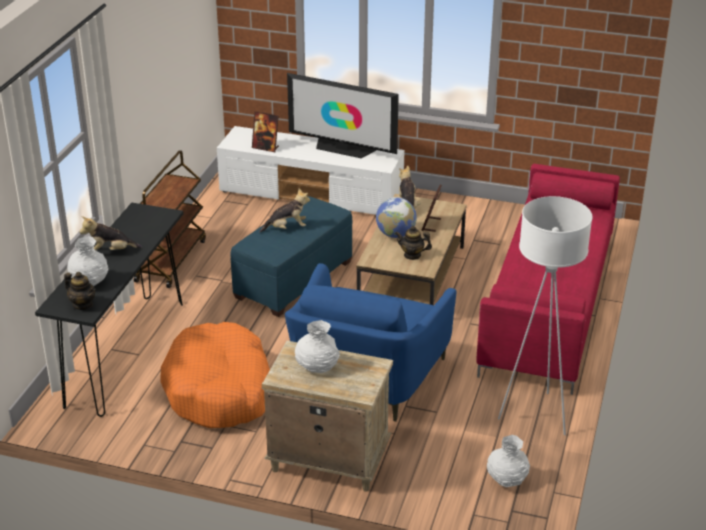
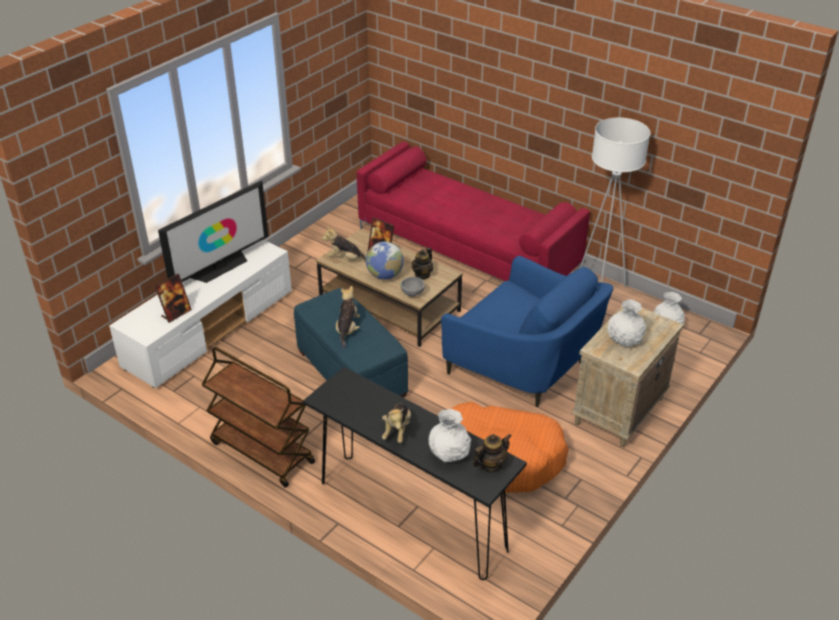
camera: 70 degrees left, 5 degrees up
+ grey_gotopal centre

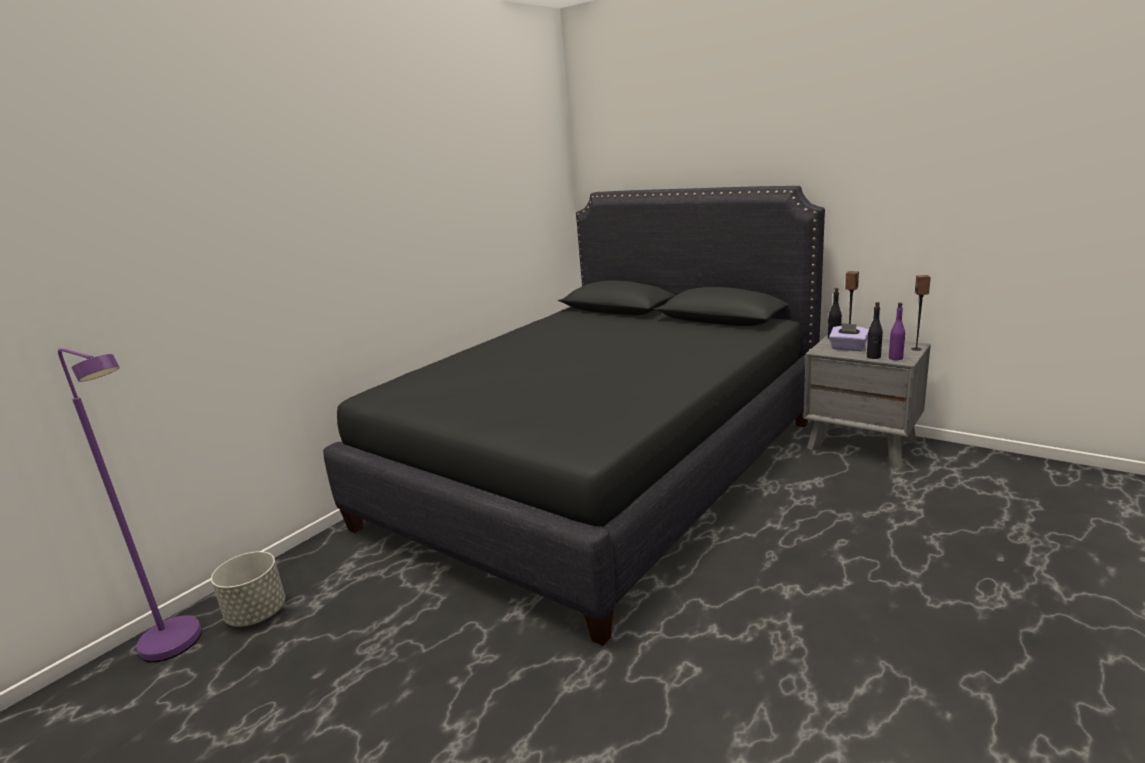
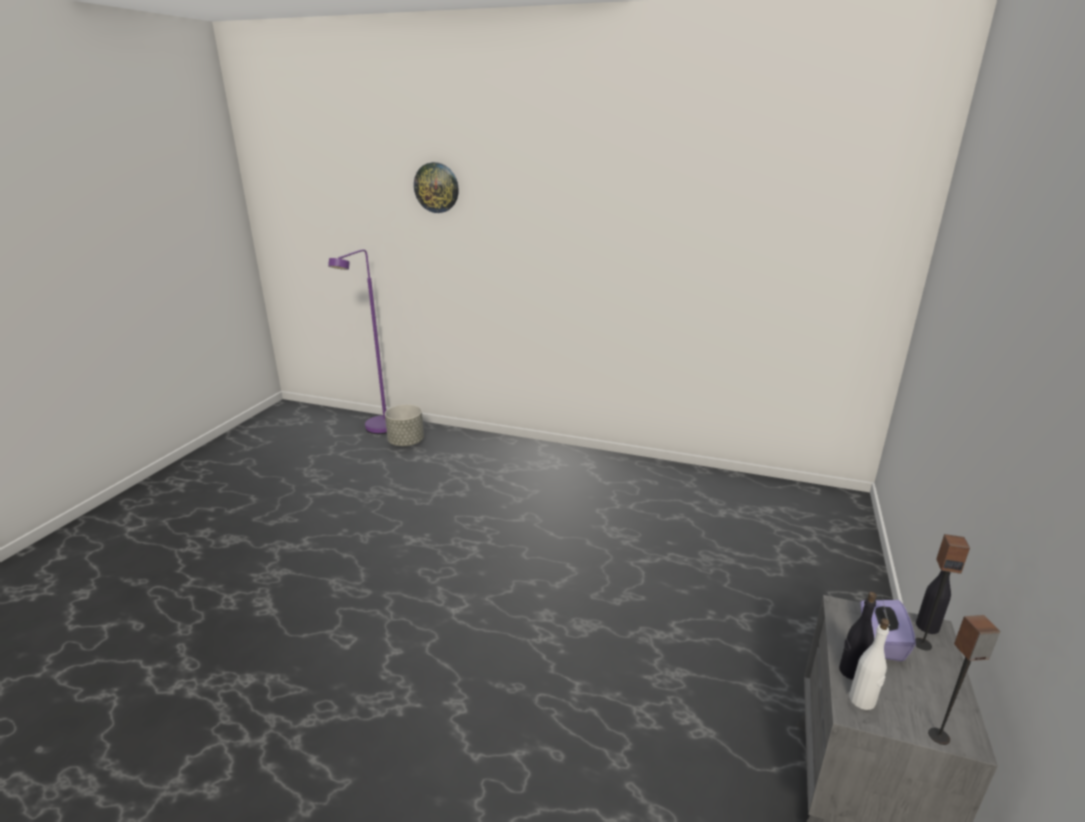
camera: 70 degrees right, 5 degrees up
- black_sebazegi centre
+ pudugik top centre
~ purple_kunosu middle right to white_kunosu bottom right

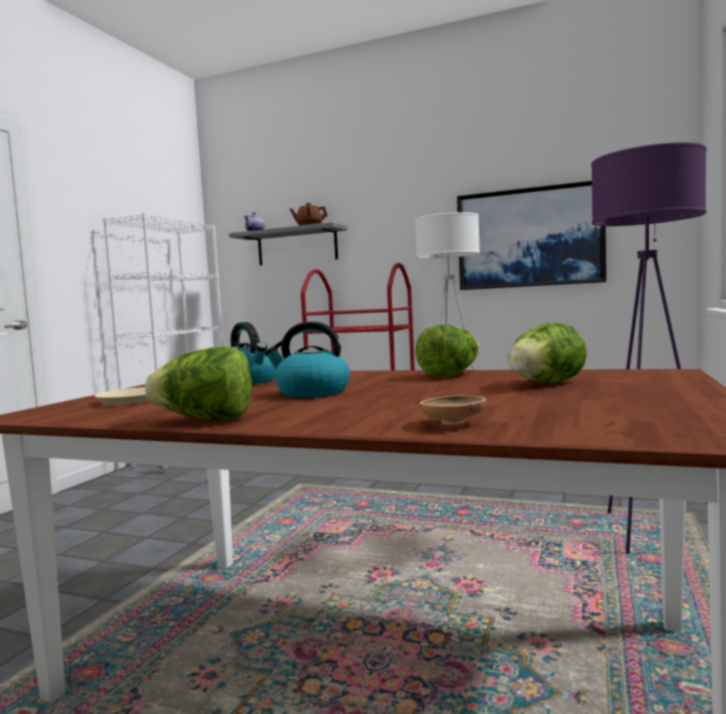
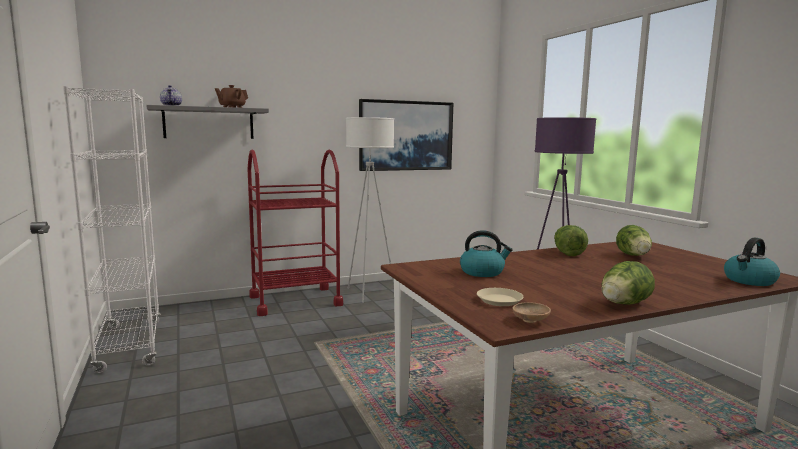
camera: 45 degrees left, 5 degrees up
~ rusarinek (no. 2 from left) centre to middle right
~ brown_gotopal centre to bottom right

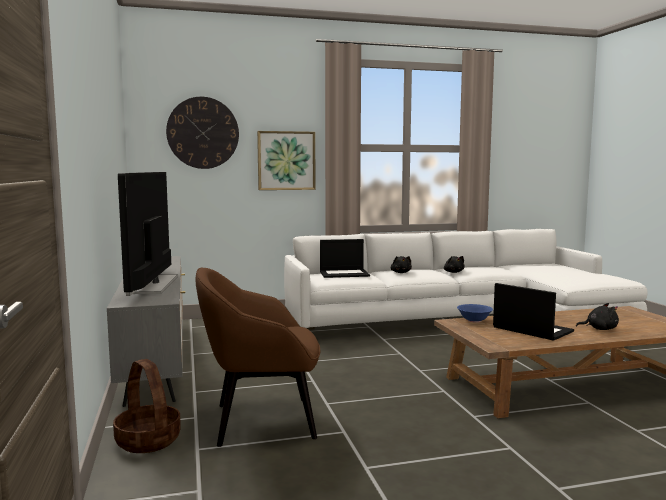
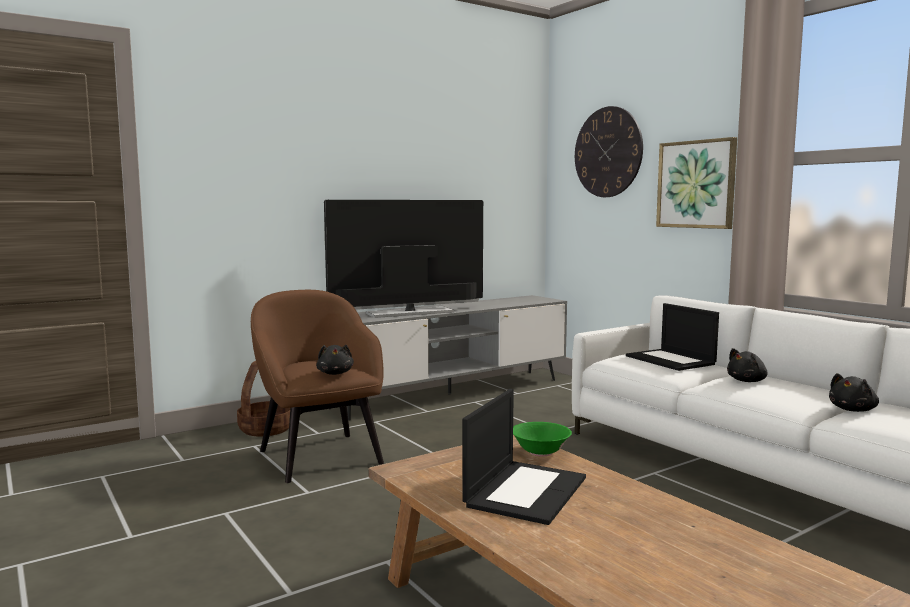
camera: 70 degrees right, 0 degrees up
~ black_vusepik (no. 3 from left in the first image) middle right to black_vusepik (no. 1 from left) centre
~ blue_gotopal middle right to green_gotopal bottom centre

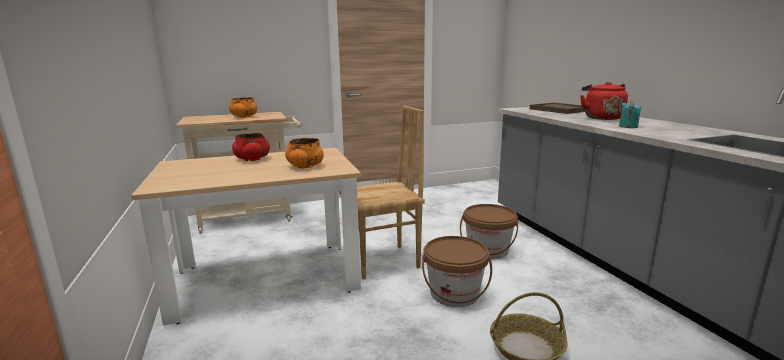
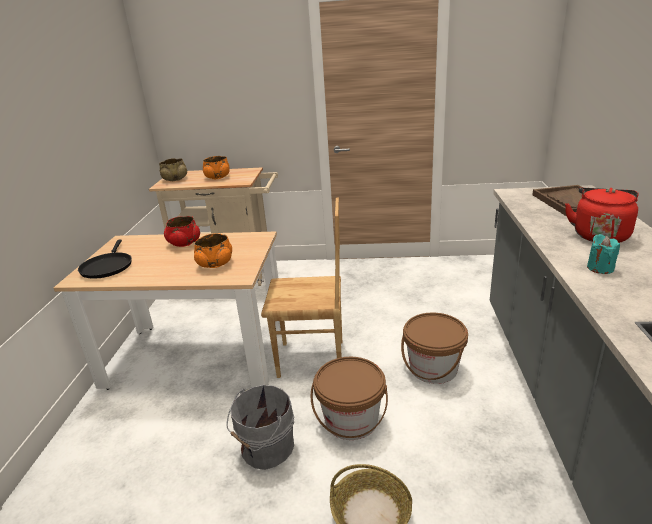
camera: 25 degrees right, 10 degrees up
+ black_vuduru middle left
+ beige_gotopal top left
+ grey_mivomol bottom centre

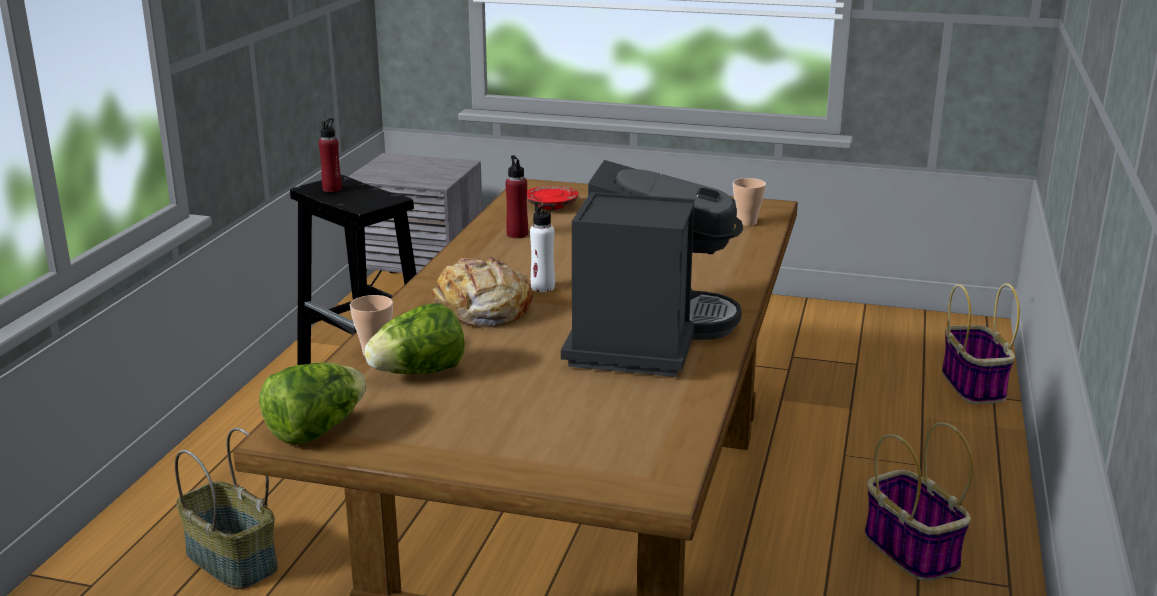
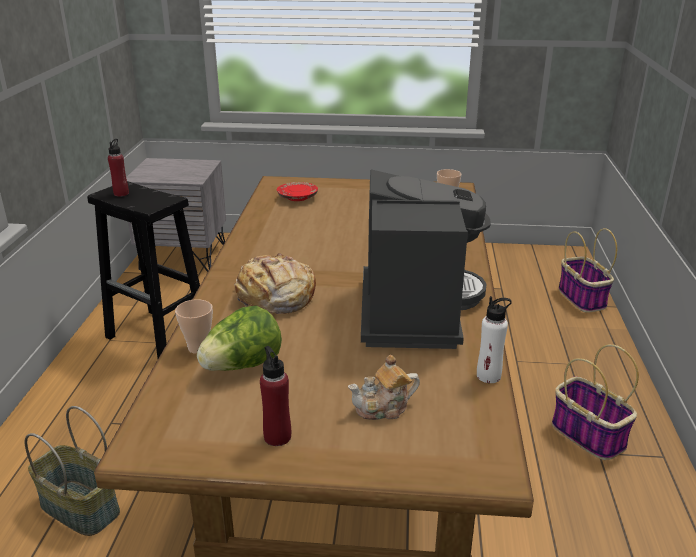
camera: 10 degrees left, 5 degrees up
- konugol (no. 1 from left) bottom left
+ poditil bottom centre
~ red_kunosu (no. 2 from left) top centre to bottom centre
~ white_kunosu centre to middle right

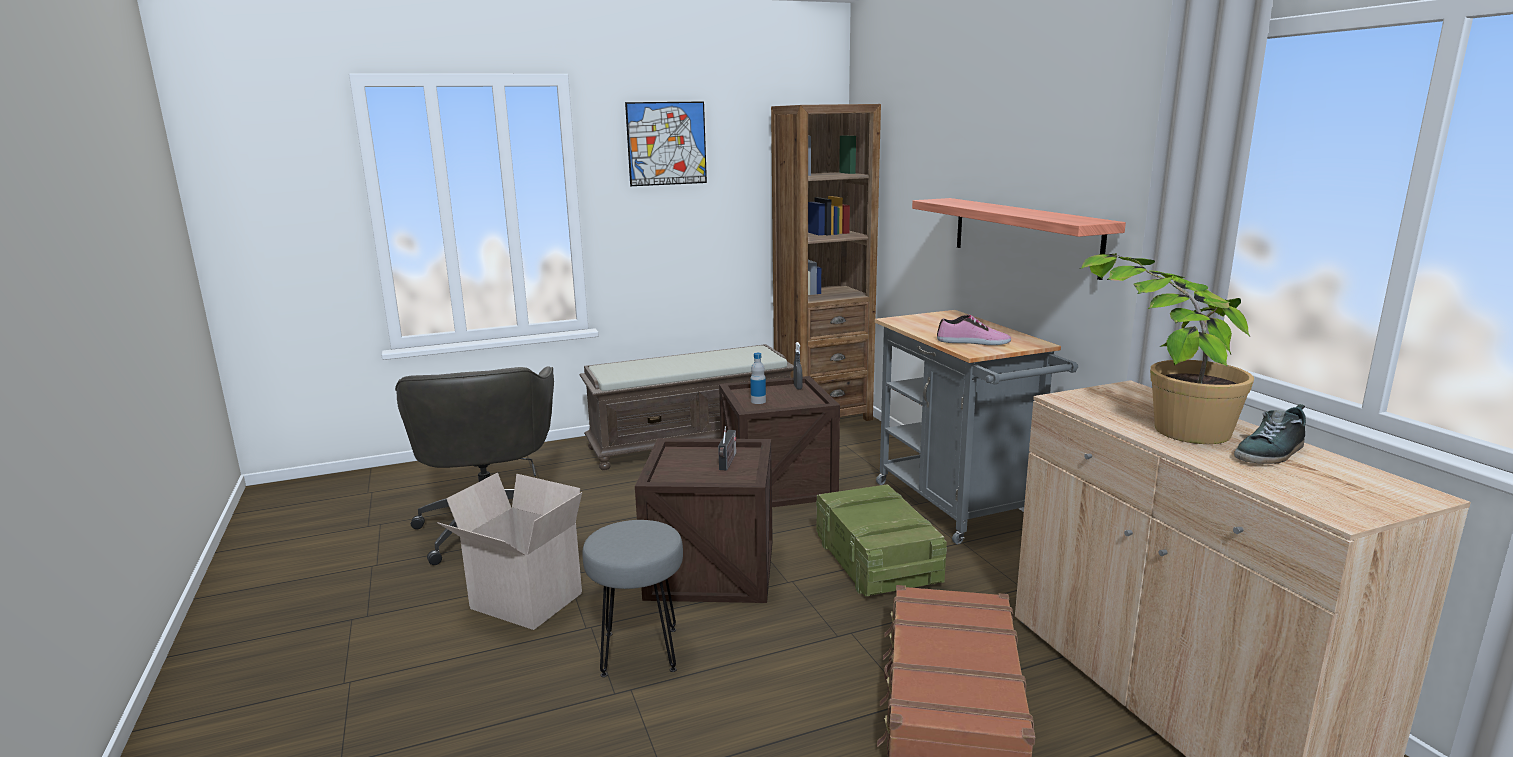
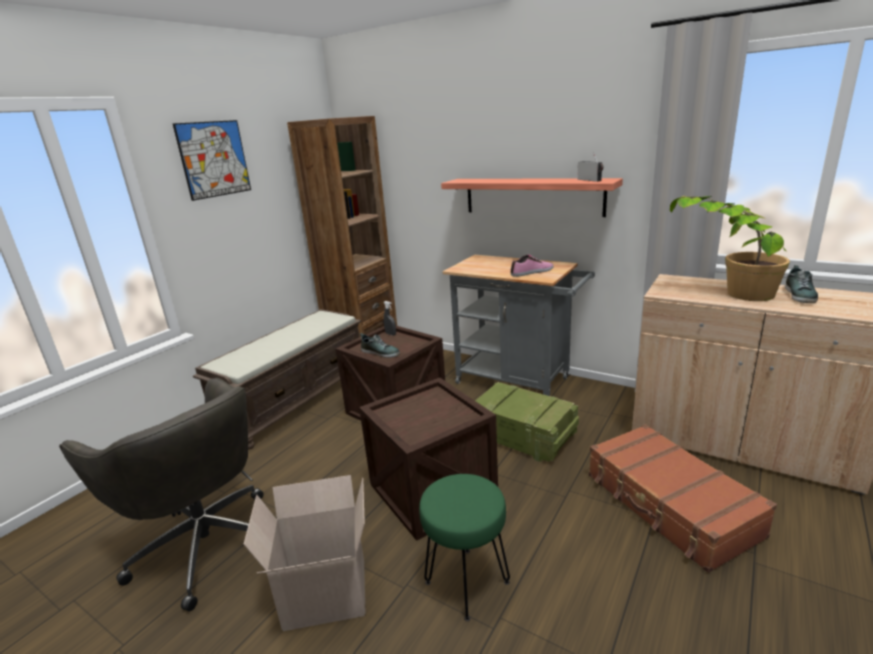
camera: 35 degrees left, 5 degrees up
~ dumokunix centre to top right
~ kunosu centre to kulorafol (no. 1 from left) centre
~ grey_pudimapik bottom centre to green_pudimapik bottom centre

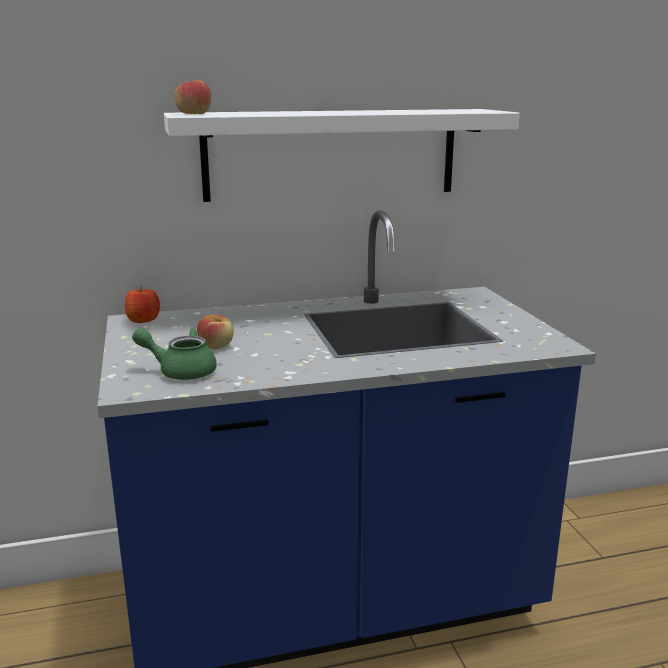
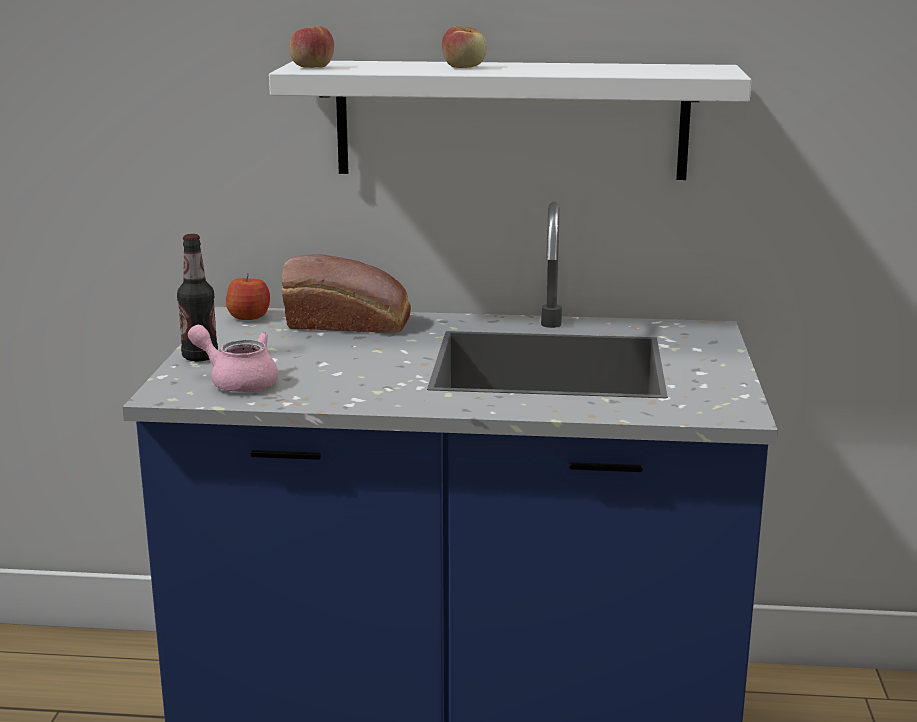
camera: 20 degrees right, 0 degrees up
+ kunosu middle left
+ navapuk centre
~ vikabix (no. 3 from left) middle left to top centre
~ green_poditil middle left to pink_poditil middle left

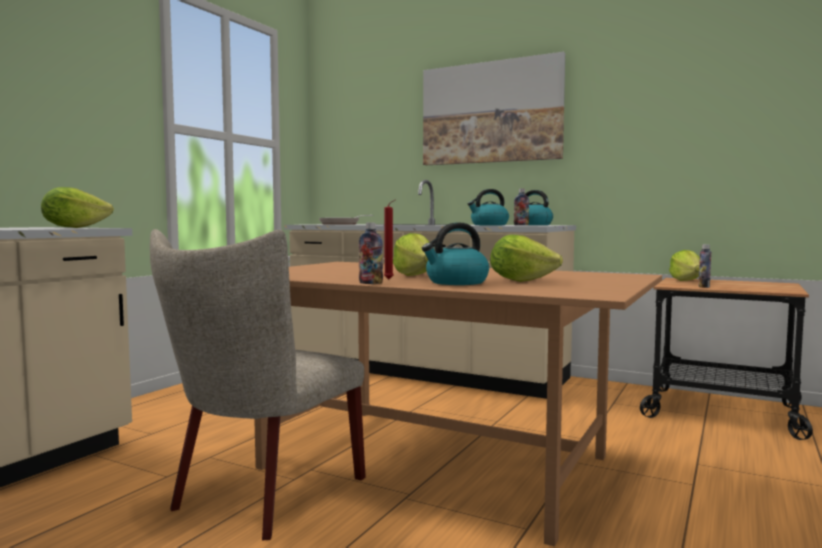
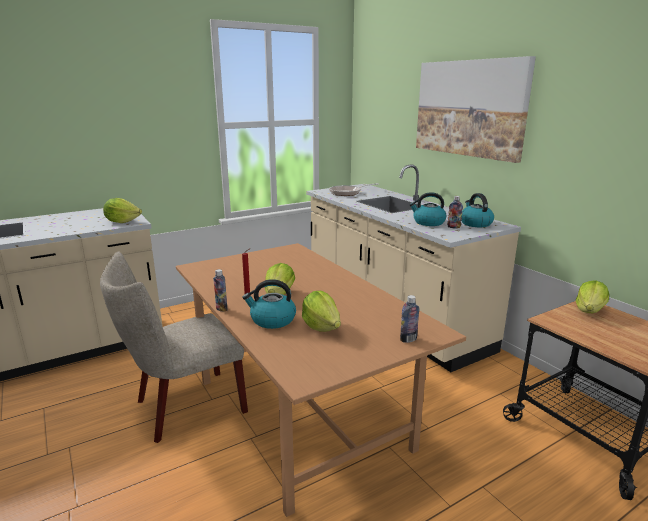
camera: 30 degrees right, 15 degrees up
~ kunosu (no. 3 from left in the first image) middle right to kunosu (no. 2 from left) centre

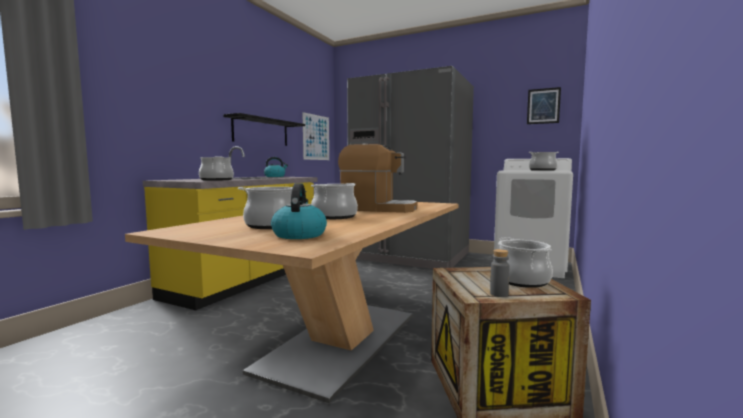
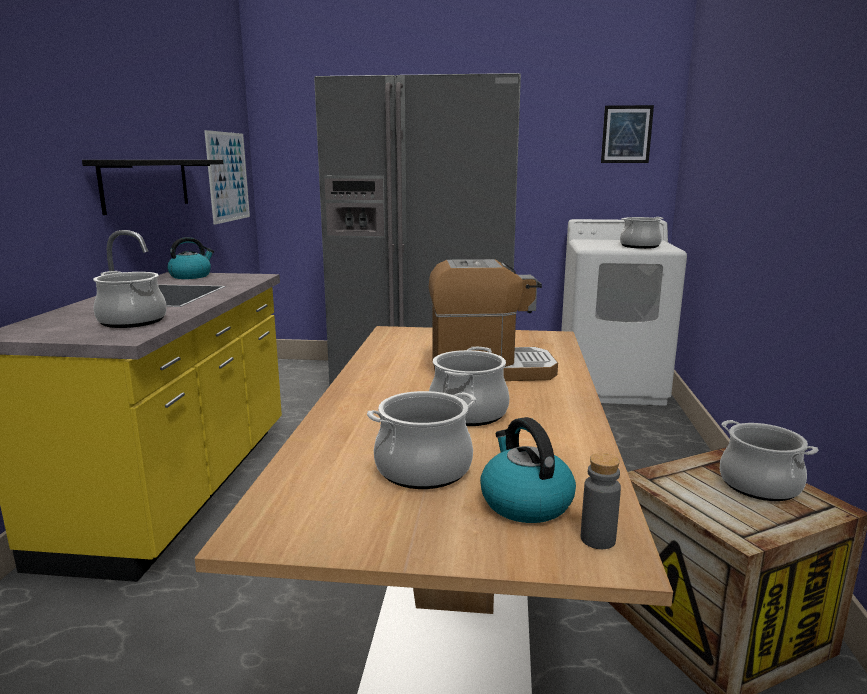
camera: 20 degrees left, 10 degrees up
~ grey_kunosu middle right to bottom right

